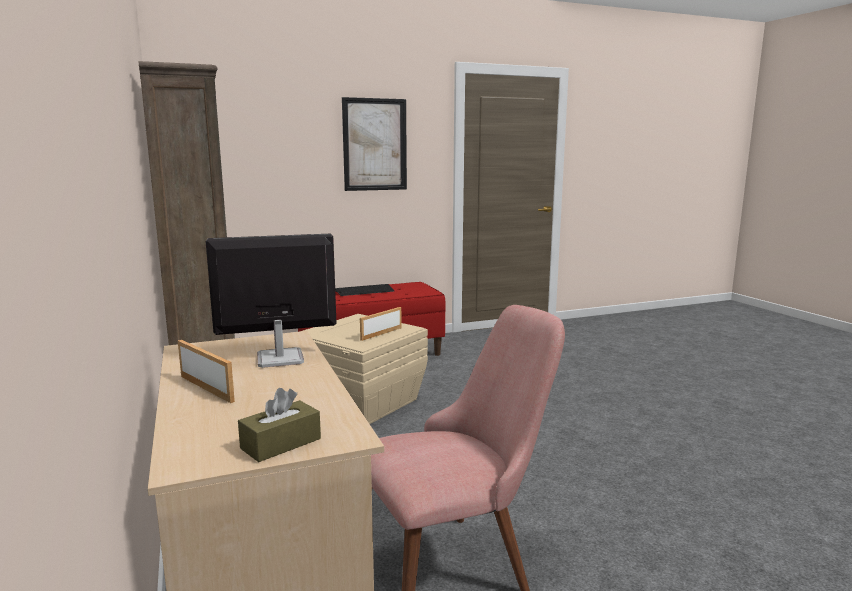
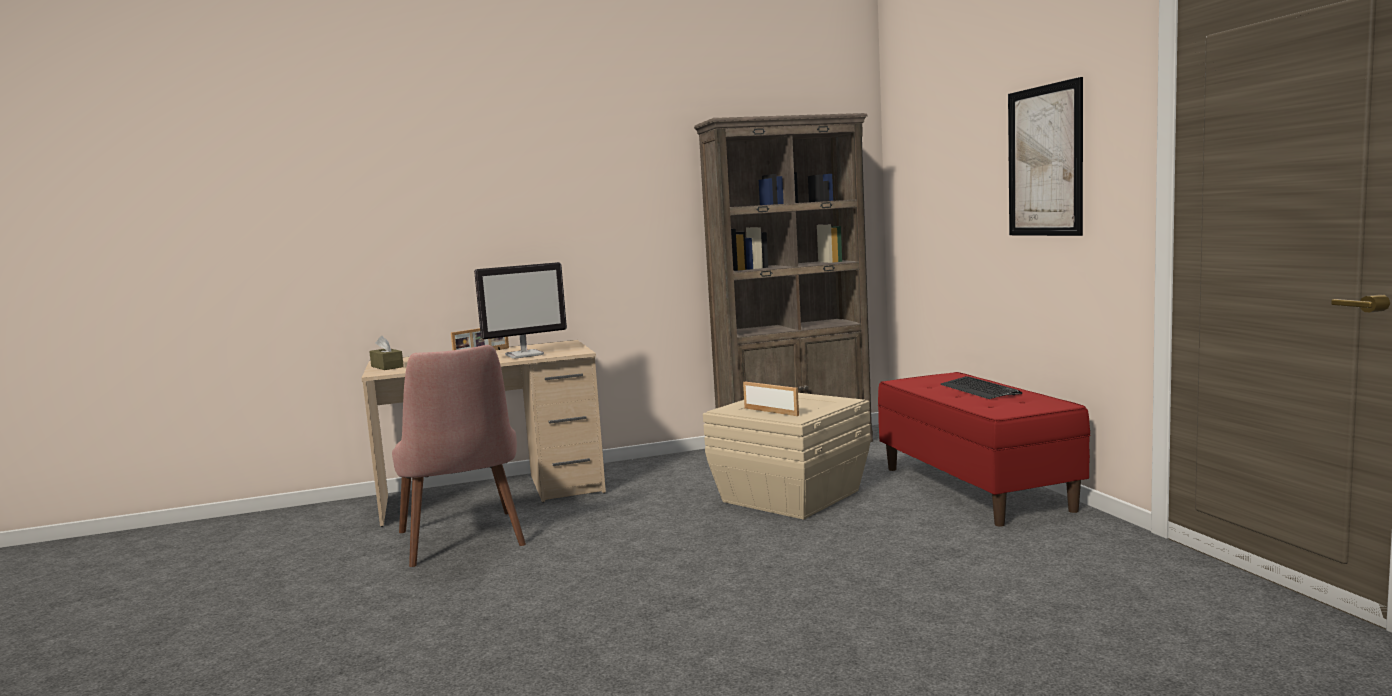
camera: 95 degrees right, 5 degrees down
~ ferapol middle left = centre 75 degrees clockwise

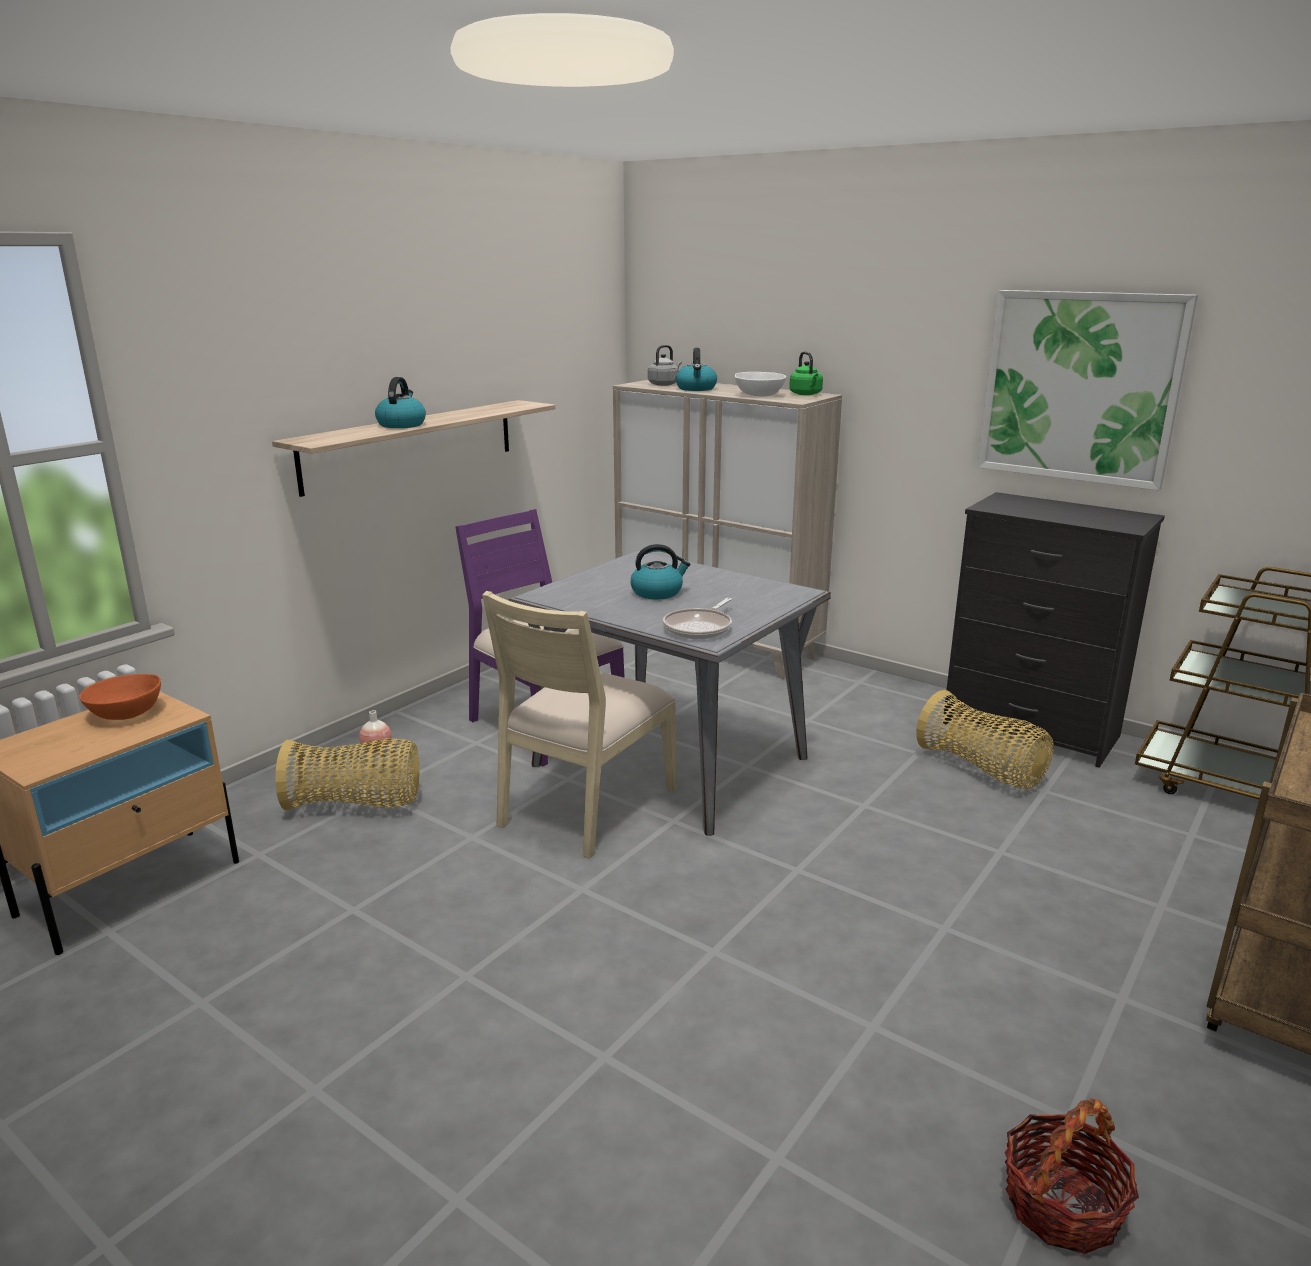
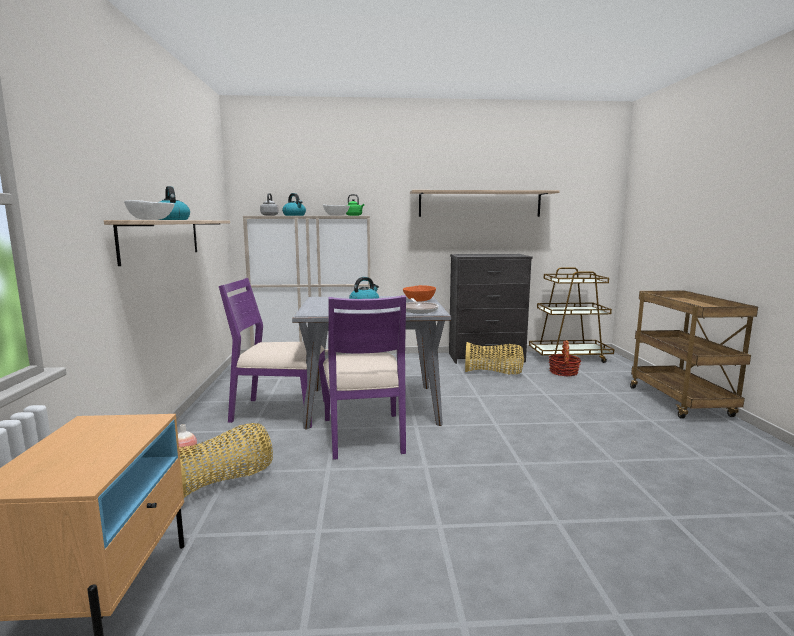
camera: 40 degrees left, 10 degrees down
+ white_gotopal (no. 1 from left) top left
~ orange_gotopal middle left to centre
~ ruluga (no. 3 from left) bottom right to middle right
~ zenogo top right to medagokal (no. 2 from left) top centre
~ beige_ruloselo centre to purple_ruloselo (no. 2 from left) centre

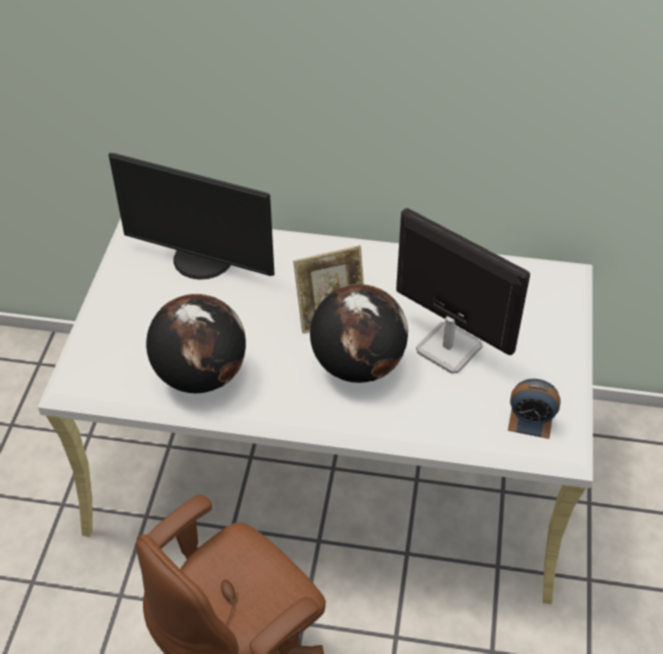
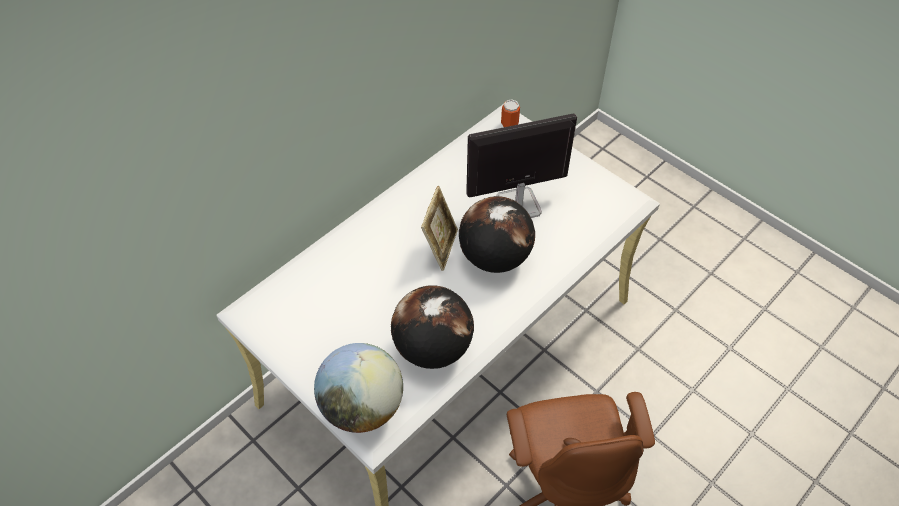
camera: 55 degrees left, 5 degrees up
- ferapol (no. 1 from left) top left
- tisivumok middle right
+ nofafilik (no. 1 from left) bottom centre
+ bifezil top centre

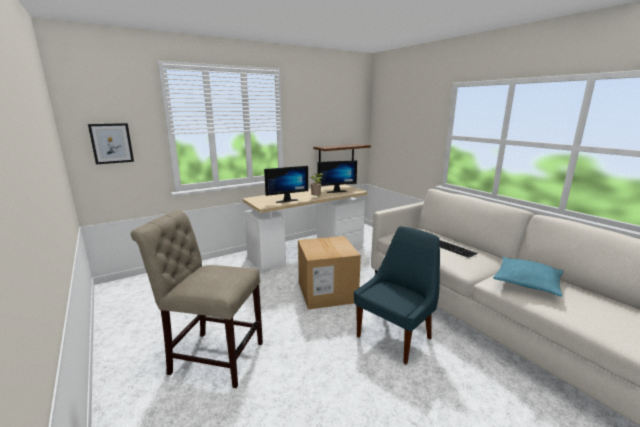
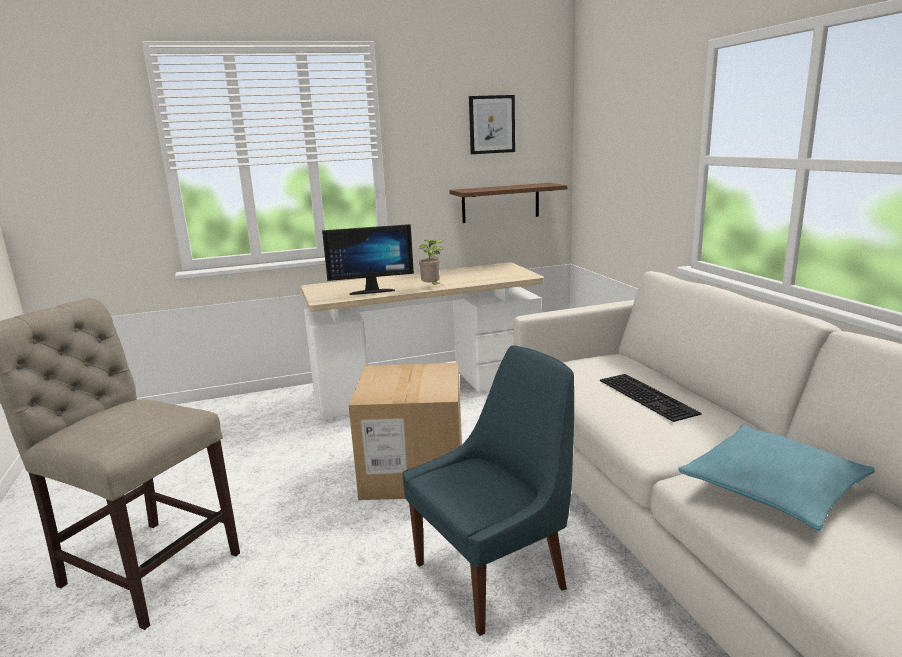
camera: 15 degrees right, 0 degrees up
- ferapol (no. 2 from left) centre
~ zenogo middle left to top centre

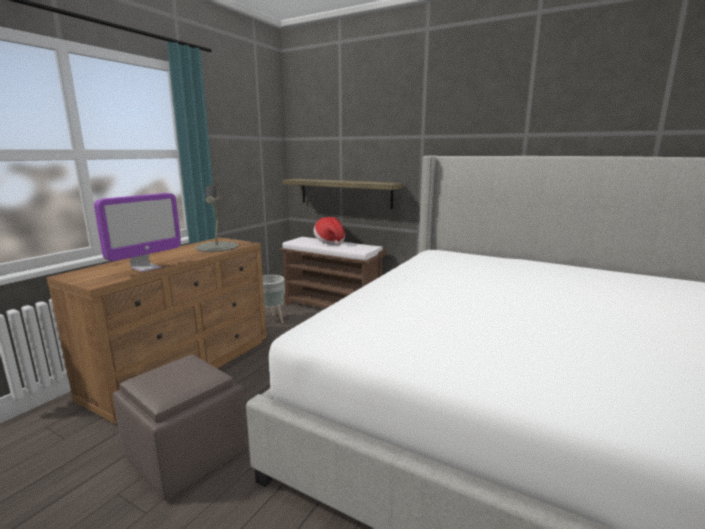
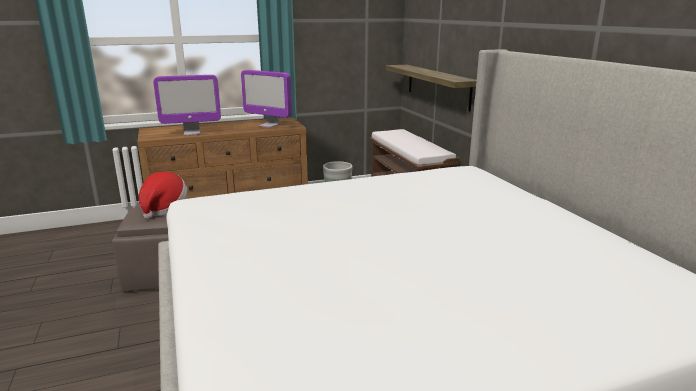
camera: 40 degrees right, 5 degrees up
~ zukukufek centre to middle left
~ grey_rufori middle left to ferapol (no. 2 from left) top centre

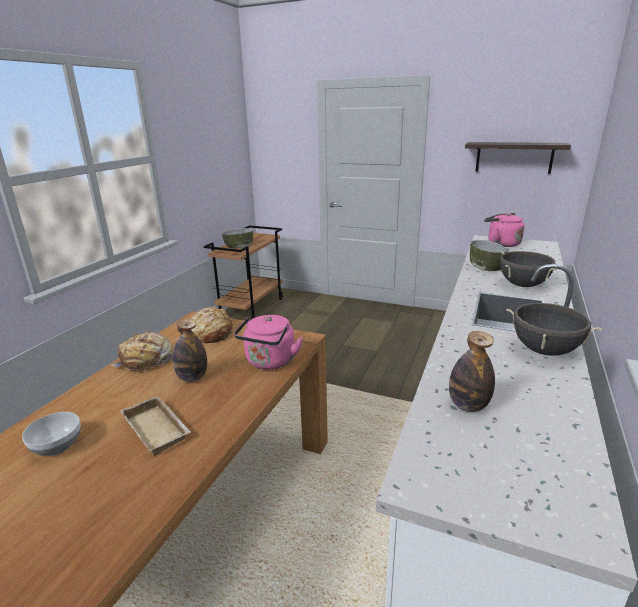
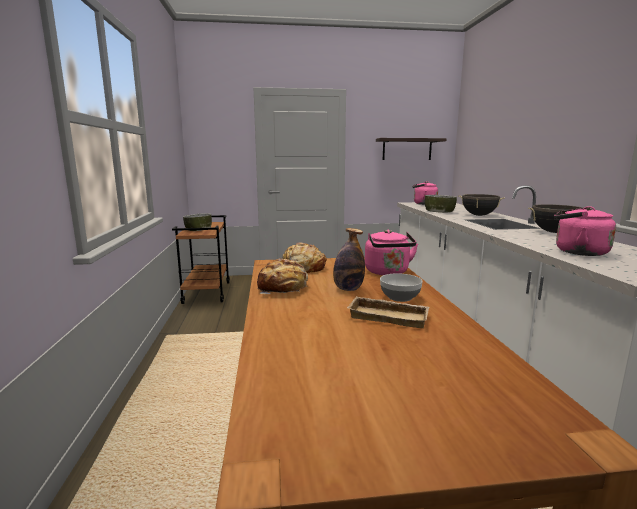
camera: 30 degrees left, 10 degrees down
~ gotopal (no. 1 from left in the first image) bottom left to gotopal (no. 2 from left) centre
~ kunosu (no. 2 from left) middle right to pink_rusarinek (no. 3 from left) middle right

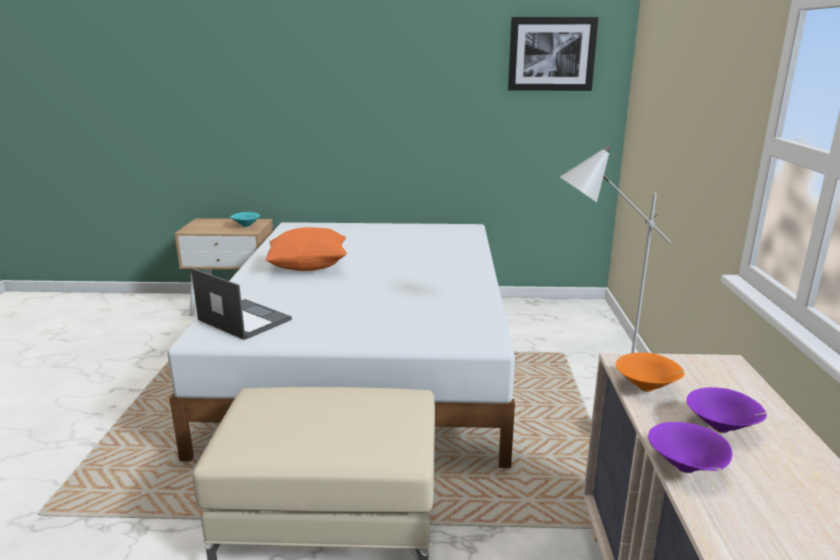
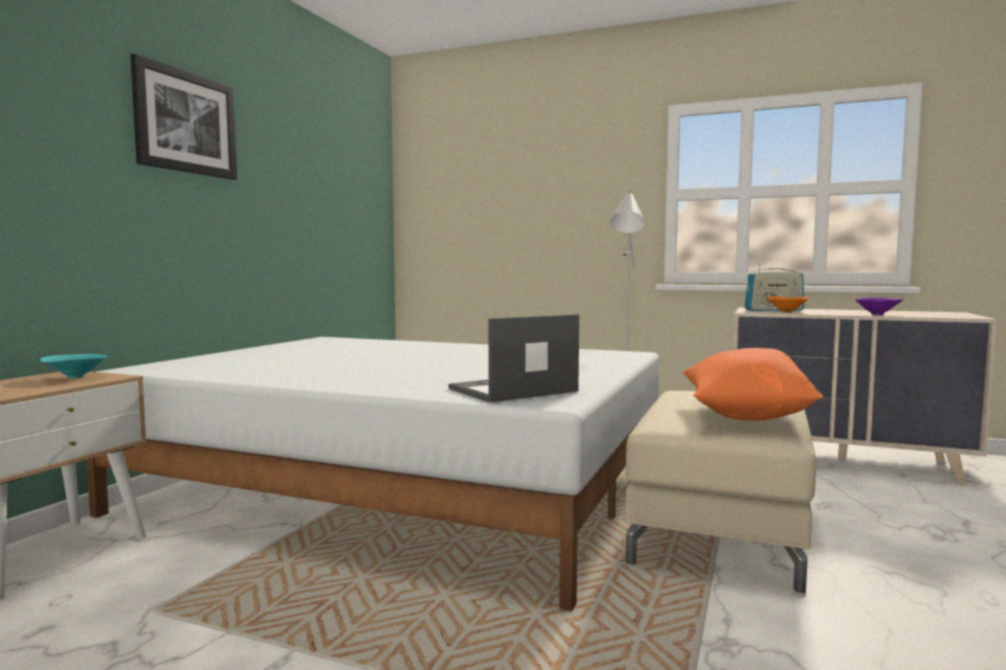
camera: 70 degrees left, 15 degrees down
- purple_gotopal (no. 2 from left) bottom right
+ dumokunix middle right
~ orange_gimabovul centre to middle right
~ zenogo top centre to top left

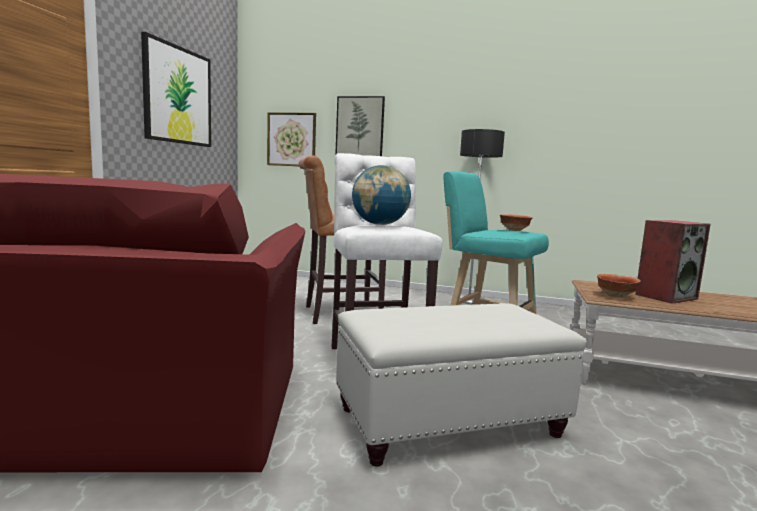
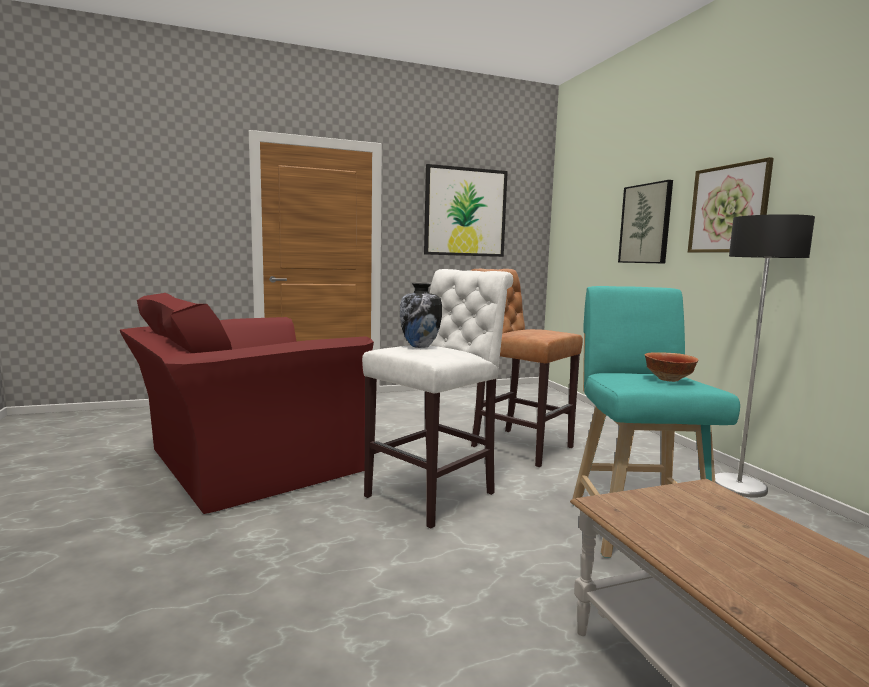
camera: 55 degrees right, 0 degrees up
- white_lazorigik bottom centre
- gotopal (no. 2 from left) middle right
- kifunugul middle right
~ zenogo (no. 2 from left in the first image) top centre to zenogo (no. 3 from left) top right
~ nofafilik centre to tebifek centre

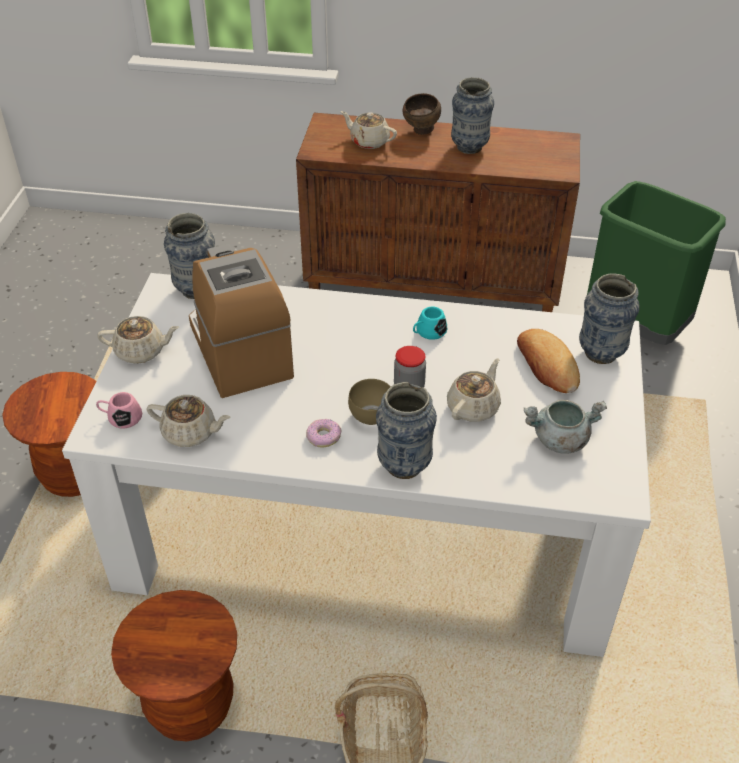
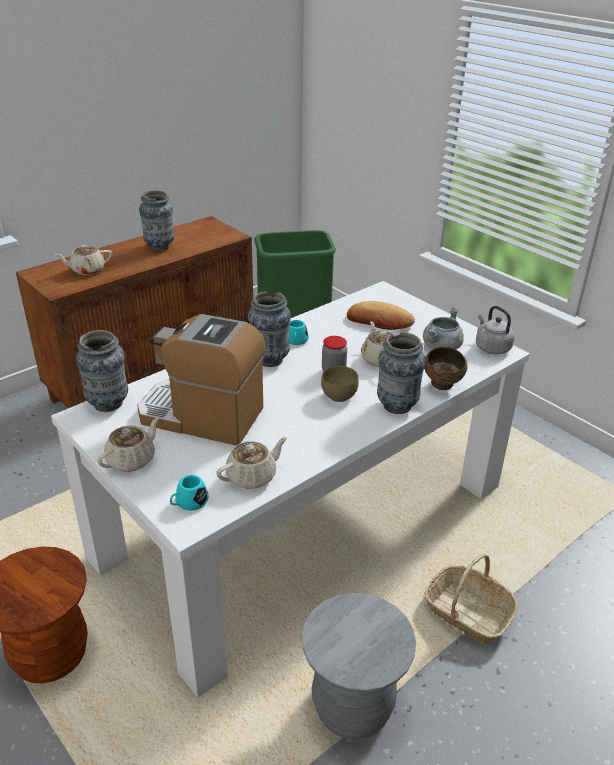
camera: 50 degrees left, 10 degrees down
- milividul centre
+ grey_rusarinek middle right
~ brown_gotopal (no. 2 from left) top centre to middle right
~ tebifek (no. 4 from left in the first image) middle right to tebifek (no. 3 from left) centre
~ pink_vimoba middle left to turquoise_vimoba (no. 1 from left) middle left
~ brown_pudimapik (no. 2 from left) bottom left to grey_pudimapik bottom centre

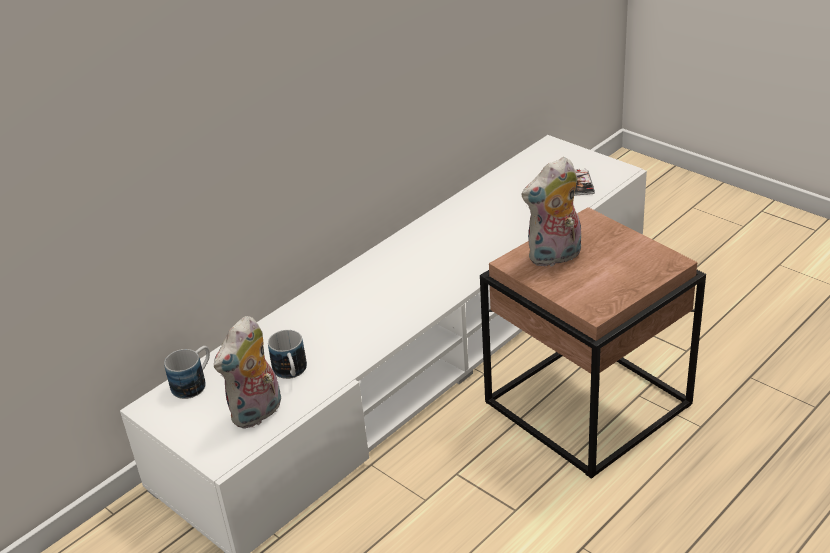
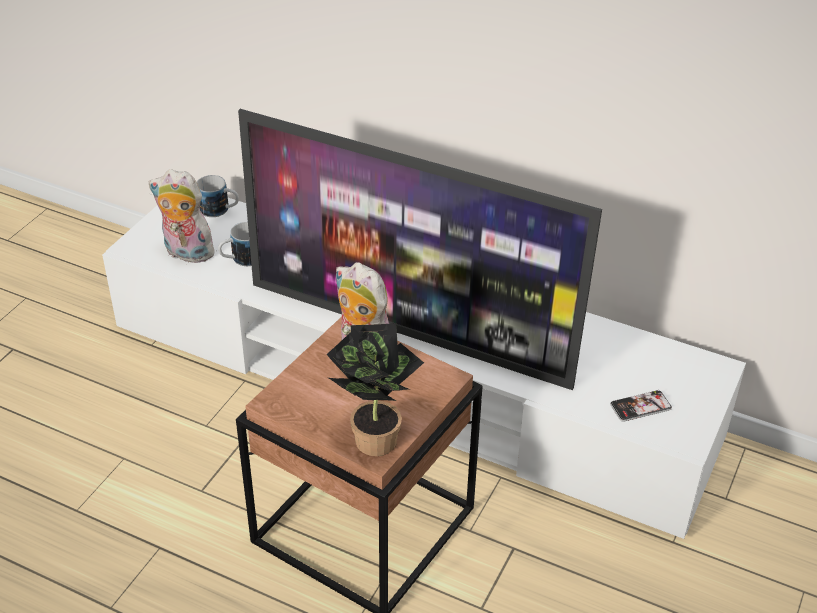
camera: 70 degrees right, 5 degrees up
+ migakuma centre
+ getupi centre

